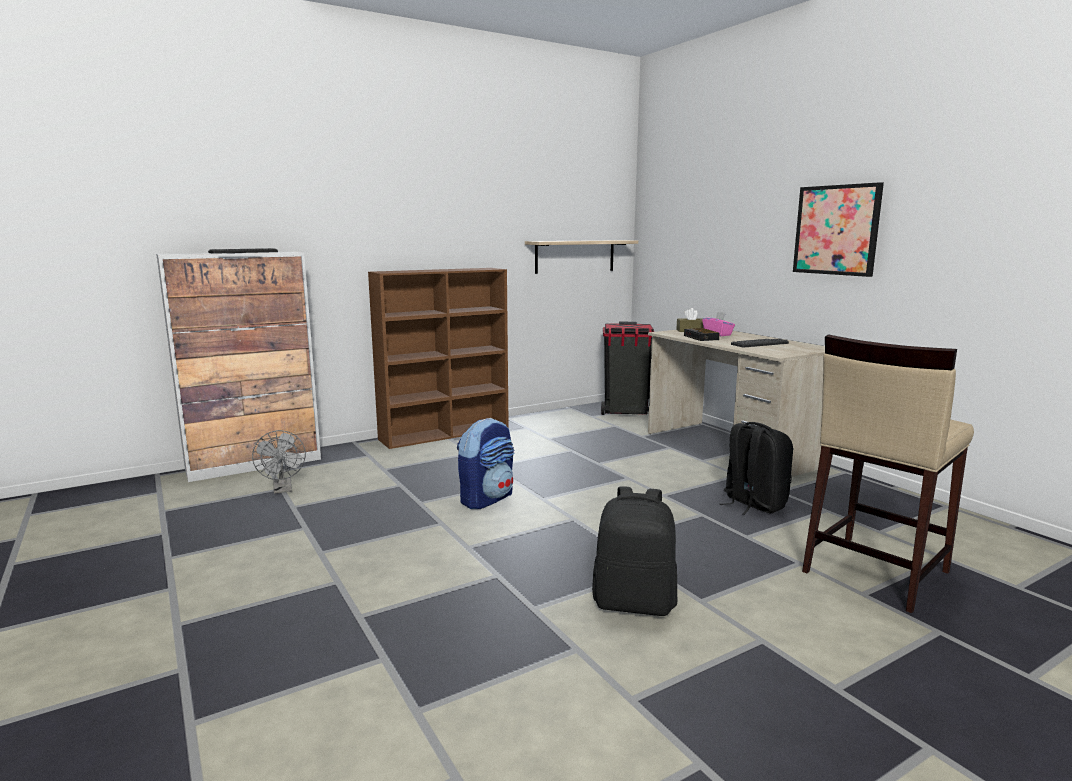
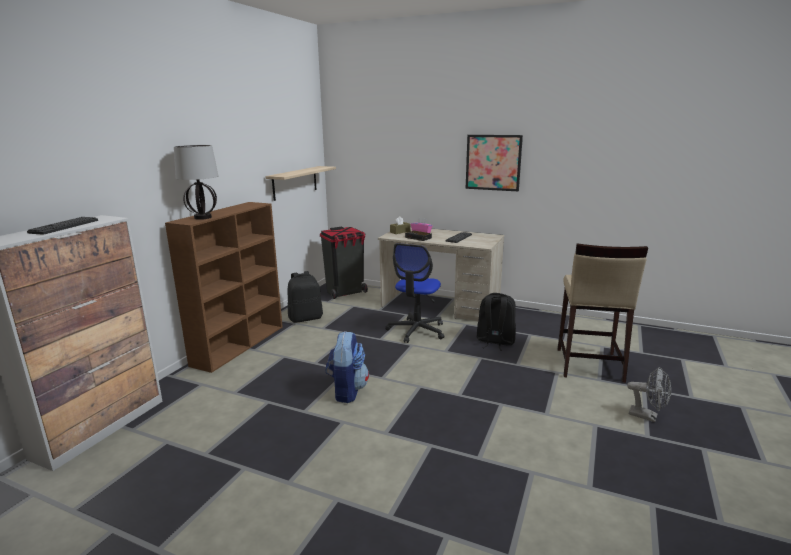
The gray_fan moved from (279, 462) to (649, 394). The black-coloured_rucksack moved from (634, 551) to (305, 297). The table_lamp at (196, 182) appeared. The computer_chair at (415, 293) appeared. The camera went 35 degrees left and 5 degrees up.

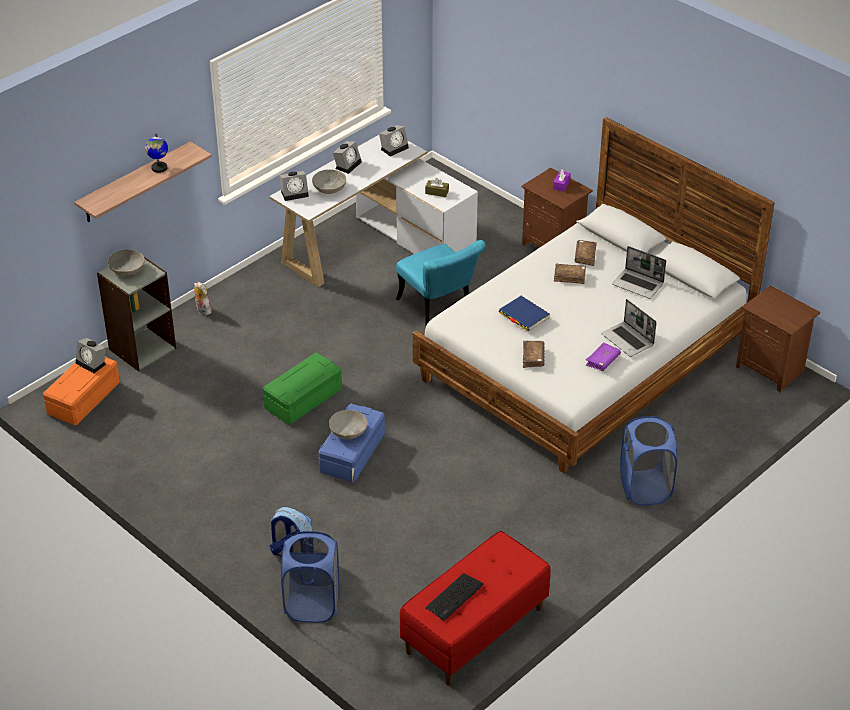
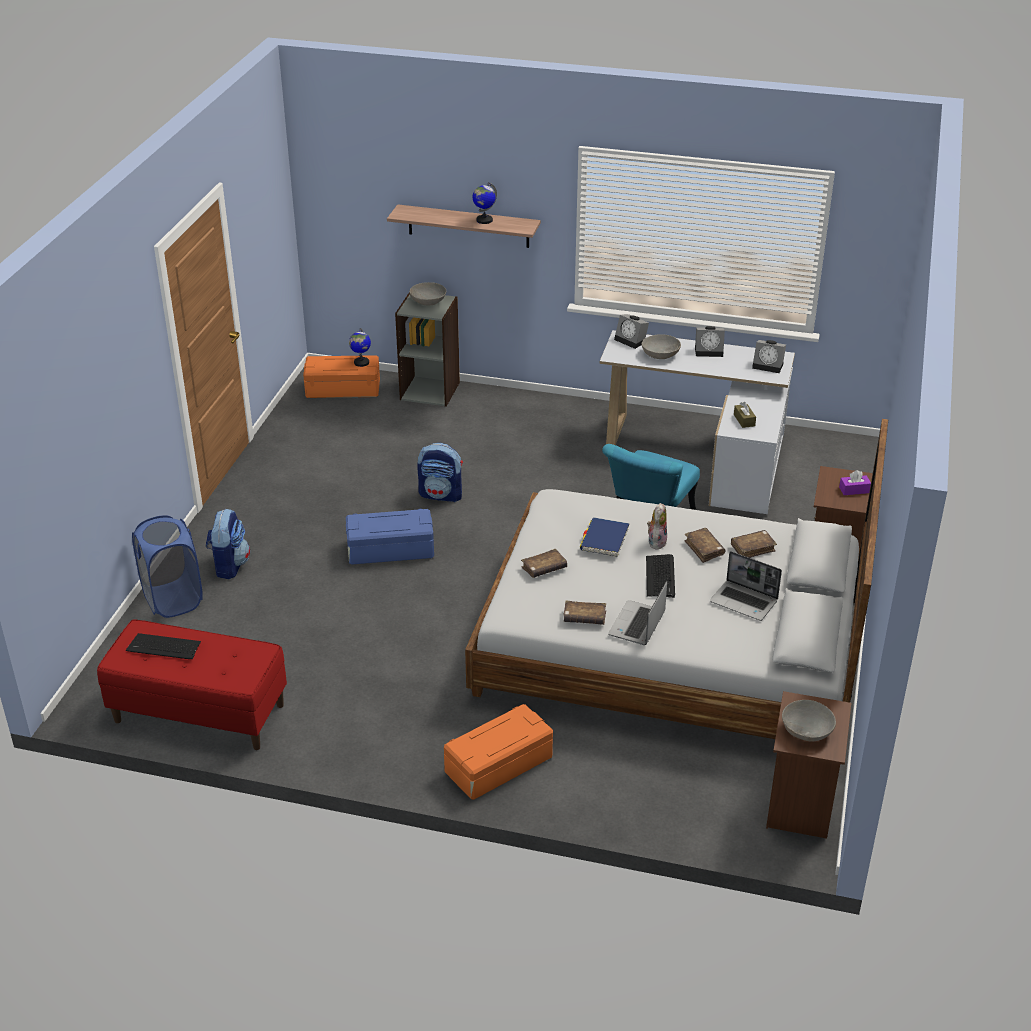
The notebook_computer at (639, 272) turned 60 degrees counterclockwise. The plush_toy moved from (203, 298) to (657, 526). The table_clock at (91, 355) was replaced by the desk_globe at (360, 347). The purple-coloured_volume at (603, 356) became the brown-coloured_volume at (585, 612). The green-coloured_storage_container at (302, 388) was replaced by the rucksack at (440, 472). The gray_serving_bowl moved from (348, 424) to (809, 720). The blue-coloured_laundry_basket at (648, 460) was replaced by the orange_storage_container at (498, 752). The computer_keyboard at (660, 576) appeared. The camera went 60 degrees right and 5 degrees down.

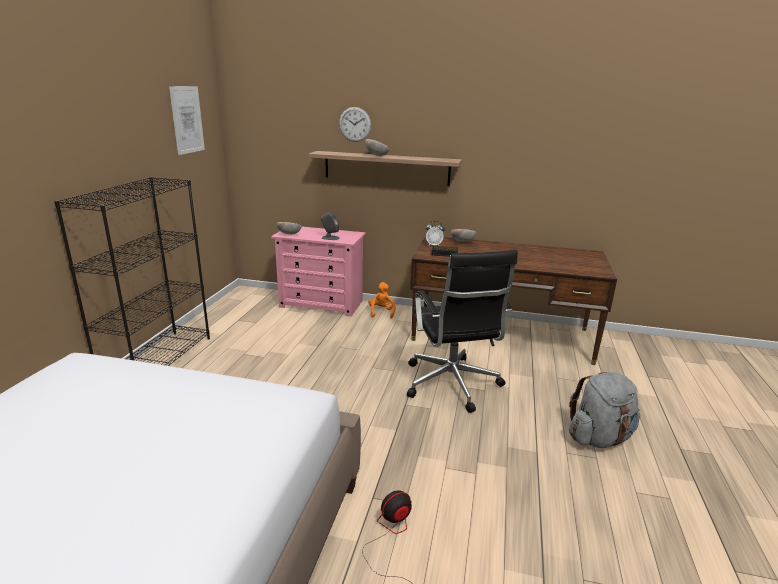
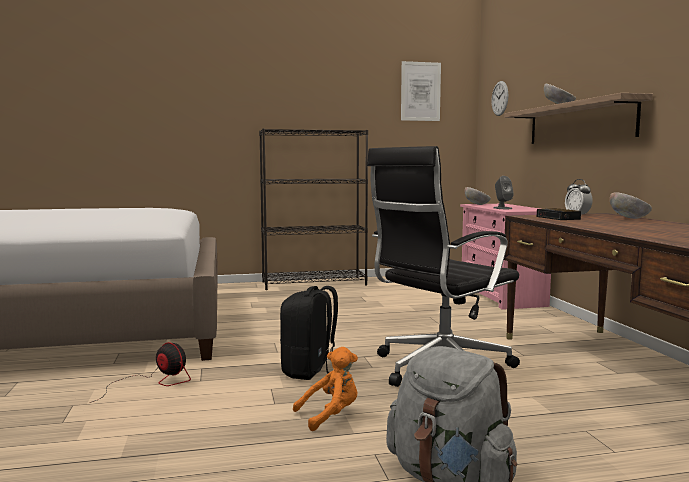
The clock_on_the_wall moved from (355, 124) to (499, 98). The orange_plush_toy moved from (382, 300) to (325, 389). The black-coloured_rucksack at (309, 333) appeared. The camera went 65 degrees right and 15 degrees down.

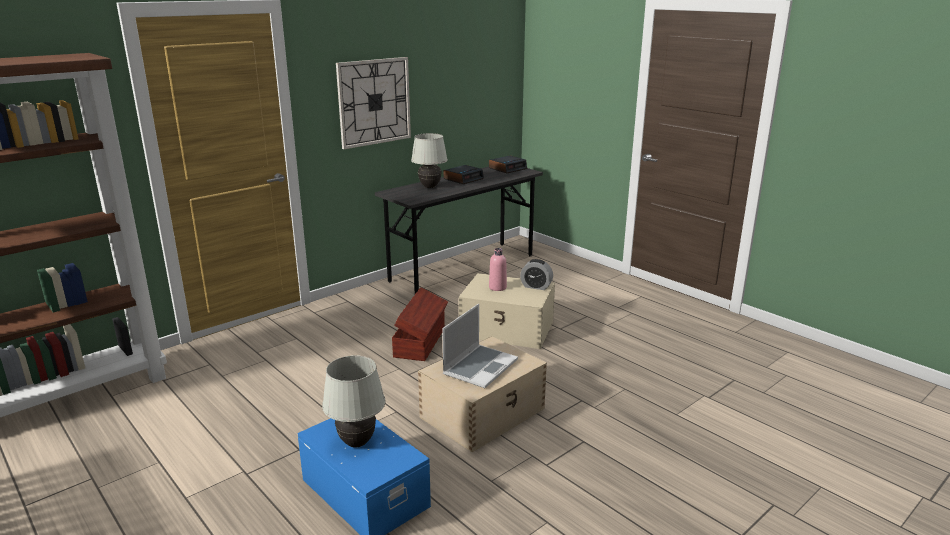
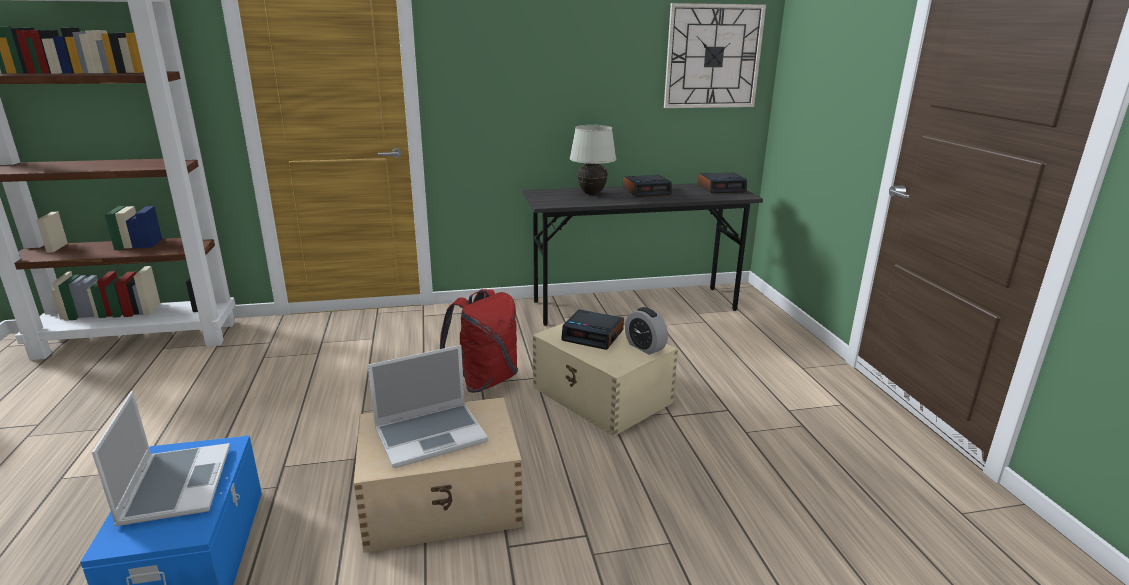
The clock_on_the_wall moved from (373, 103) to (715, 55). The pink_bottle at (498, 269) was replaced by the table_clock at (592, 329). The brown-coloured_storage_container at (420, 324) was replaced by the reddish_rucksack at (479, 341). The white_table_lamp at (353, 401) was replaced by the notebook_computer at (161, 458). The camera went 30 degrees right and 0 degrees up.

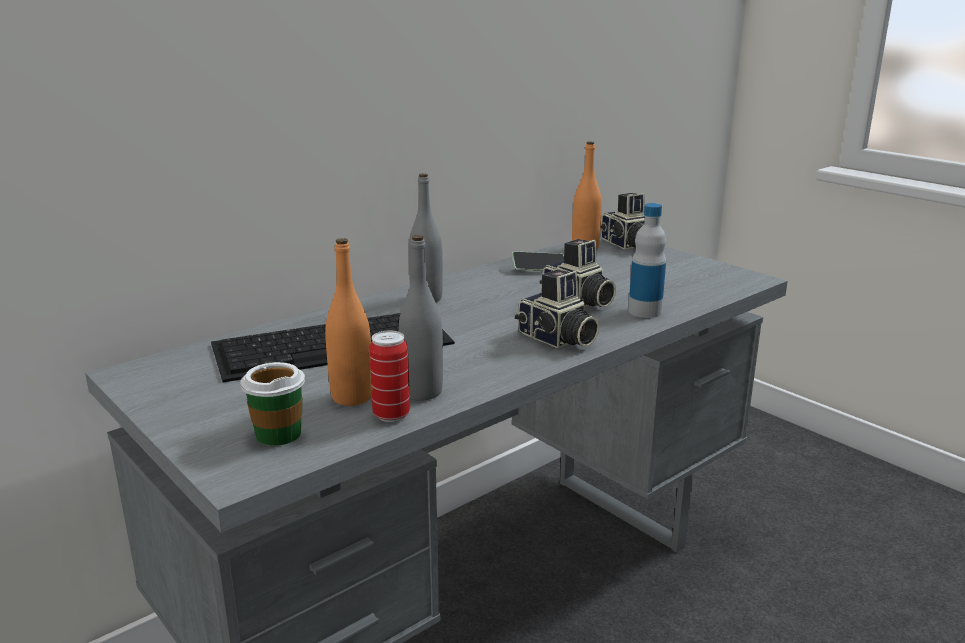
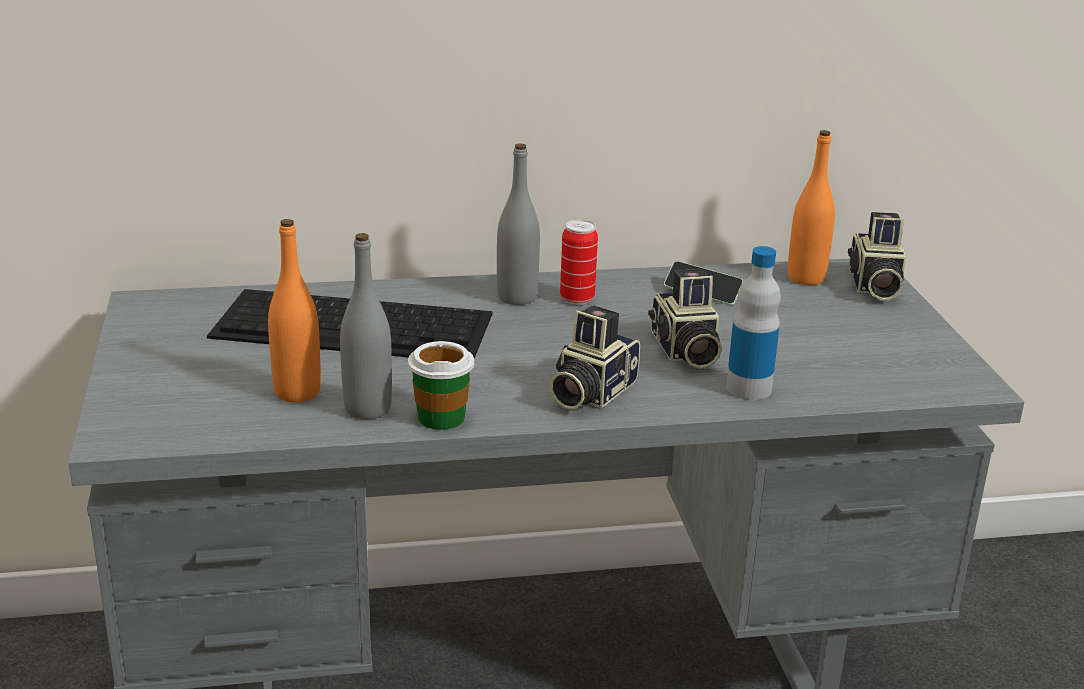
The still_camera at (557, 309) turned 45 degrees clockwise. The metal_can moved from (389, 376) to (579, 262). The small_cup moved from (272, 404) to (441, 385). The camera went 30 degrees right and 5 degrees up.

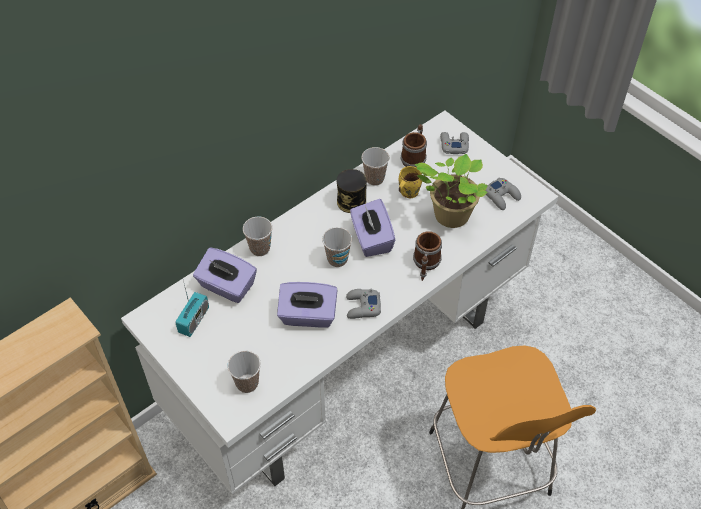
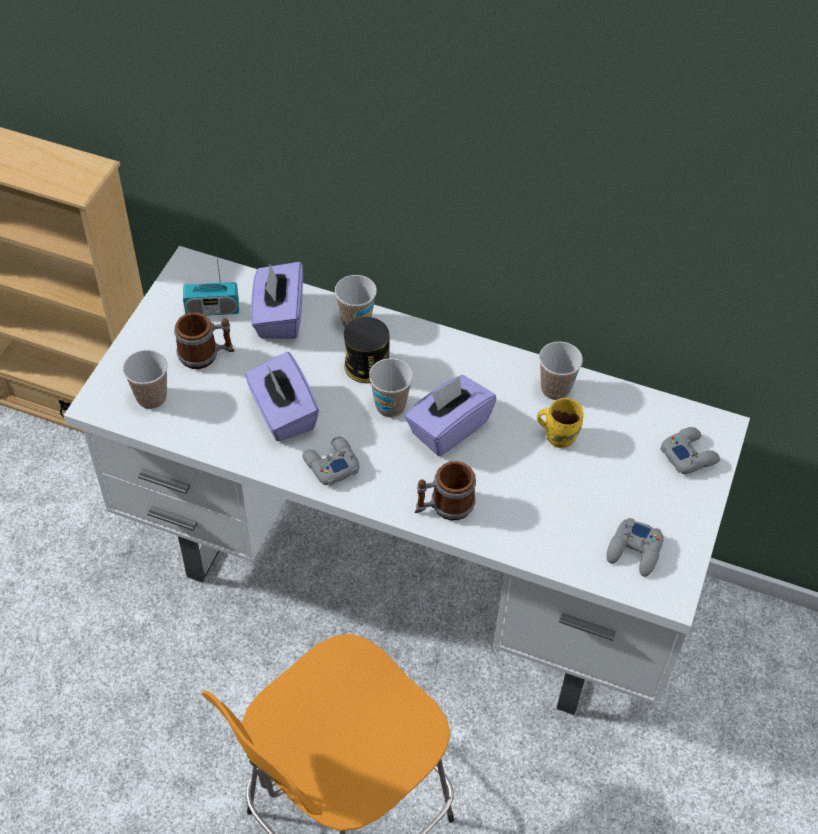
The mug moved from (414, 146) to (204, 340). The plant_in_a_pot at (451, 191) disappeared. The metal_can moved from (352, 191) to (367, 350). The camera went 60 degrees right and 0 degrees up.

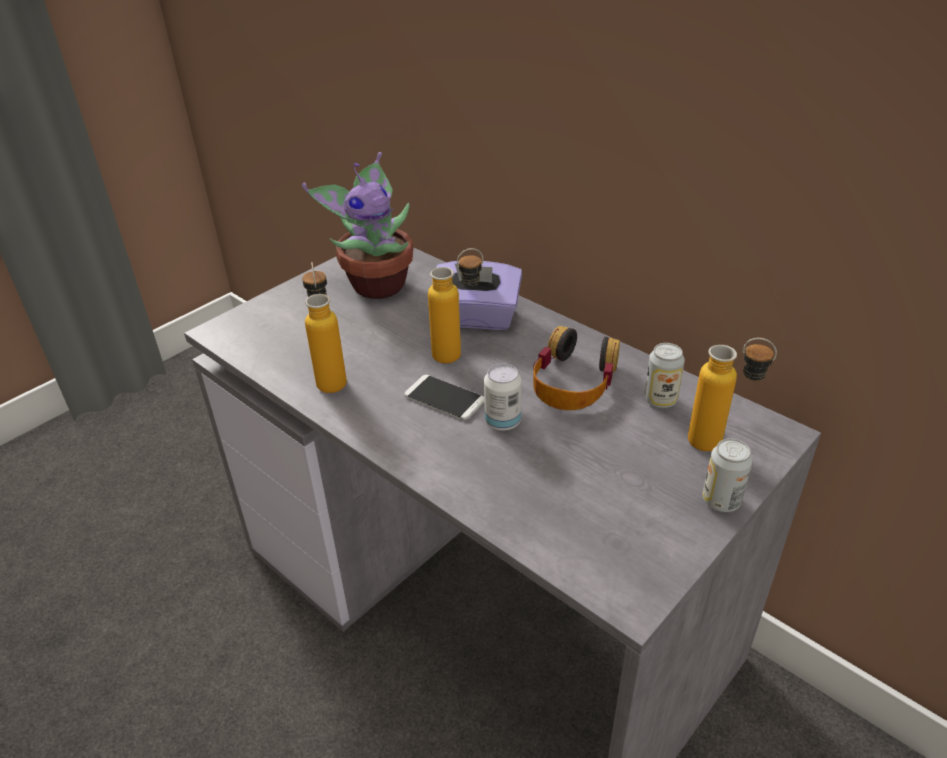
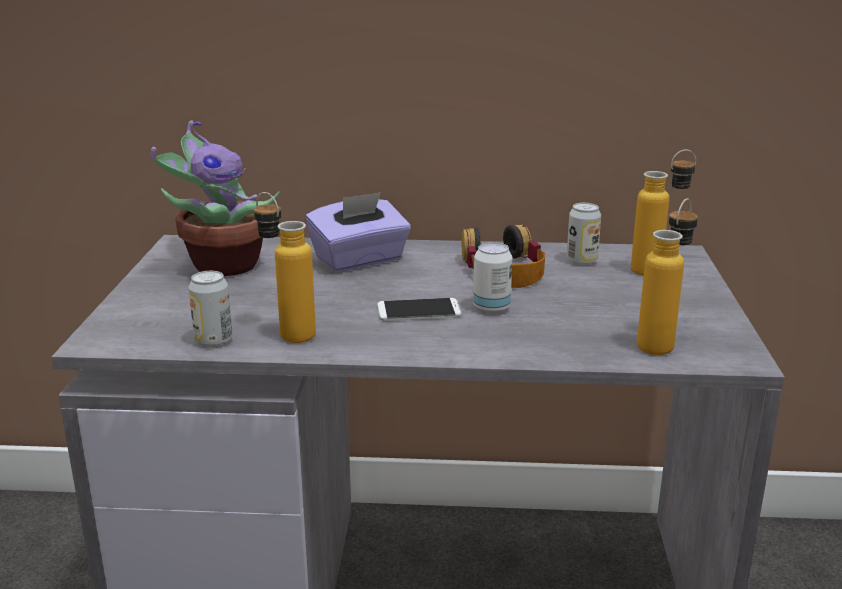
The bottle moved from (455, 306) to (667, 276). The metal_can moved from (728, 475) to (210, 309). The camera went 40 degrees left and 15 degrees down.

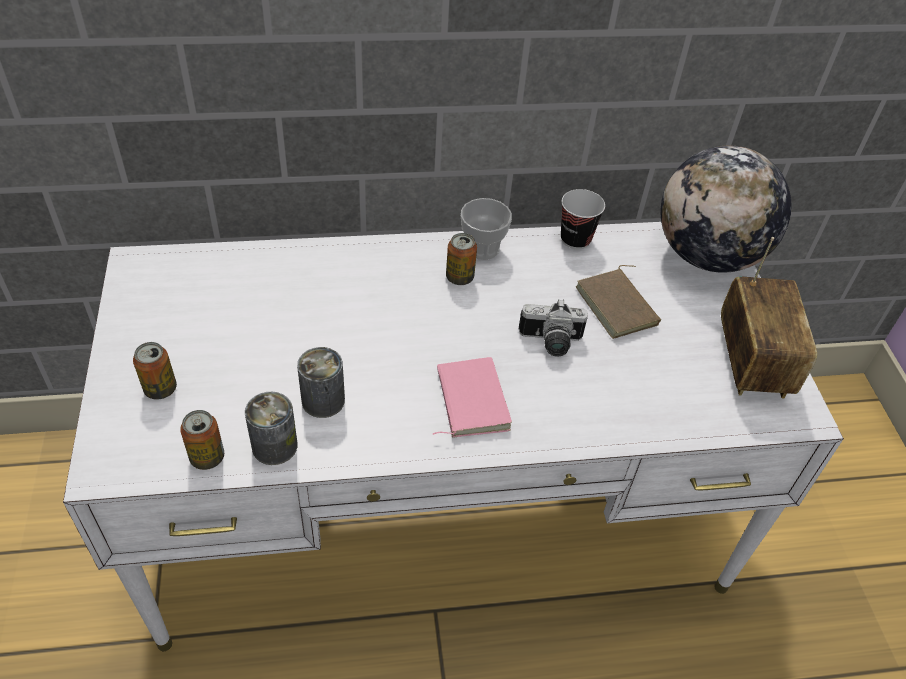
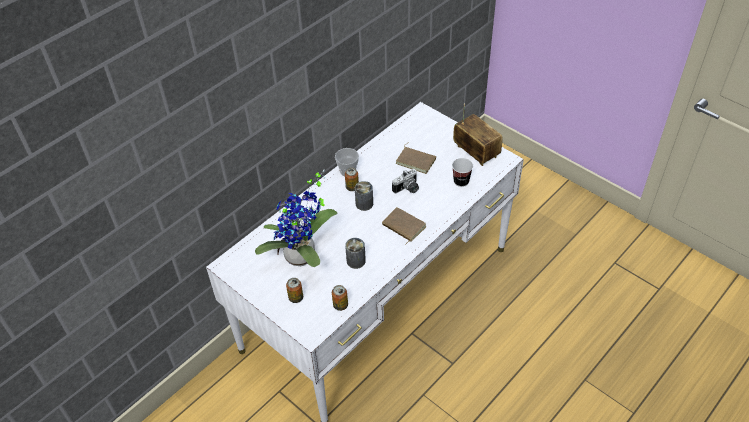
The desk_globe at (726, 209) disappeared. The small_cup moved from (583, 219) to (462, 172). The pink_volume at (472, 397) became the brown-coloured_volume at (404, 226). The metal_can moved from (271, 428) to (364, 196). The plant_in_a_pot at (296, 218) appeared. The camera went 35 degrees left and 0 degrees up.

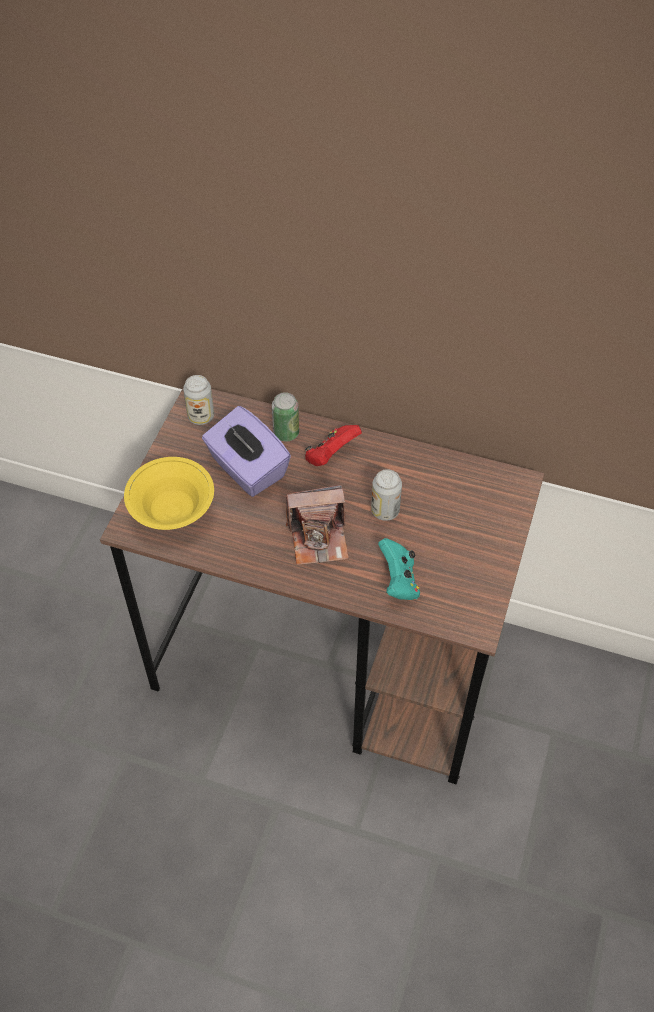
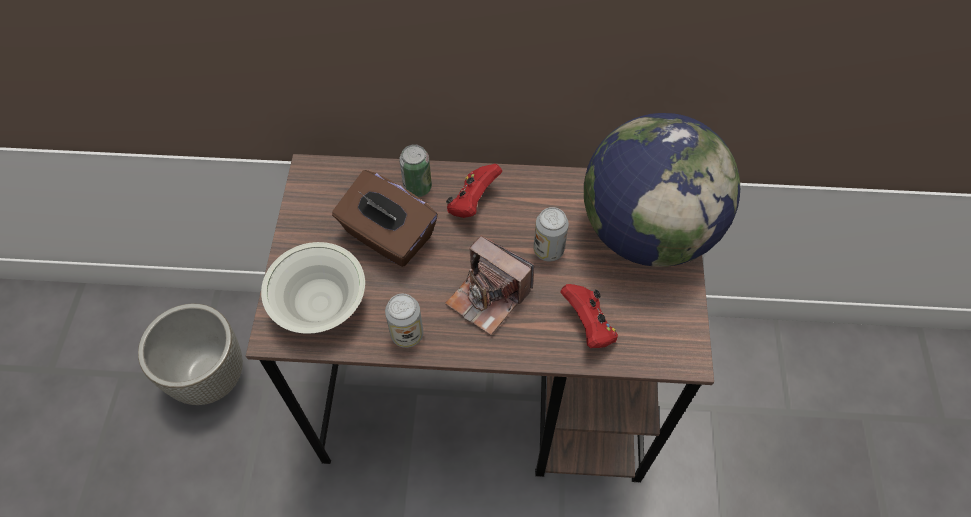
The metal_can moved from (198, 400) to (404, 321). The purple-coloured_box_of_tissues at (246, 451) became the brown-coloured_box_of_tissues at (385, 218). The yellowish_serving_bowl at (169, 493) became the white_serving_bowl at (313, 288). The still_camera at (317, 525) turned 60 degrees clockwise. The blue-green_game_controller at (399, 569) became the reddish_game_controller at (589, 316). The desk_globe at (662, 190) appeared. The gray_flower_pot at (190, 354) appeared. The camera went 15 degrees left and 5 degrees up.

